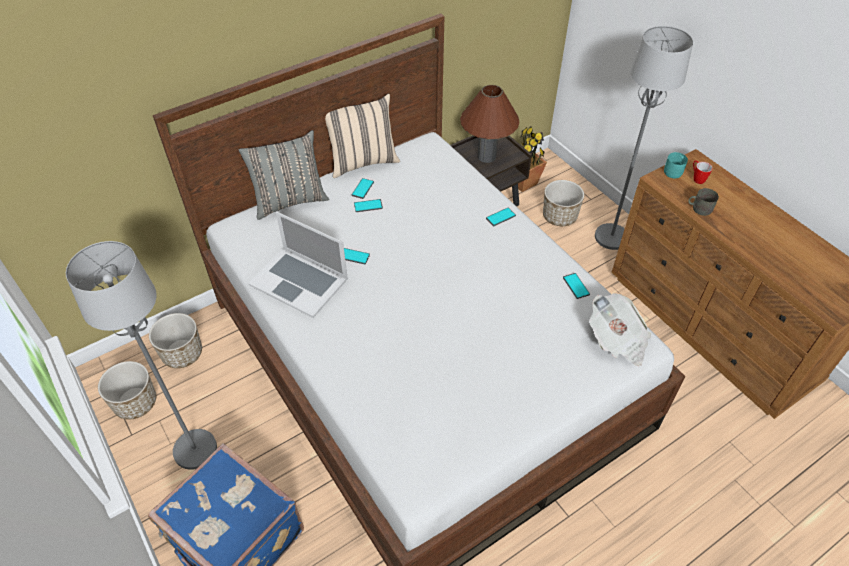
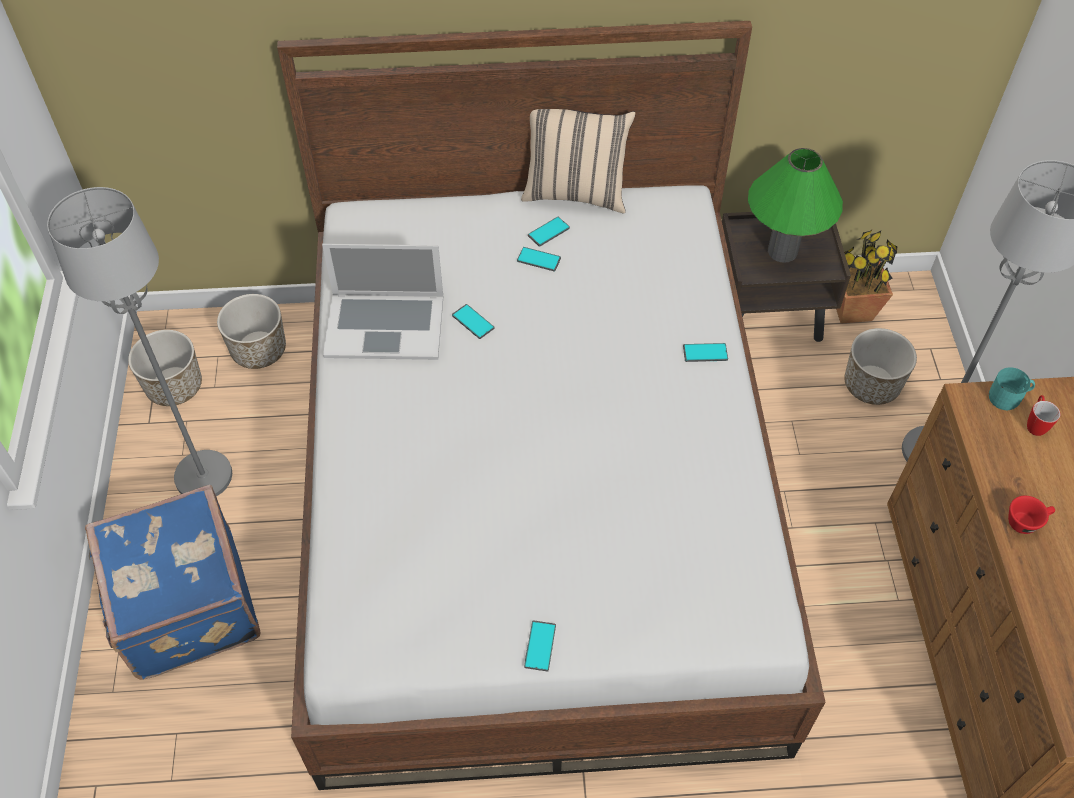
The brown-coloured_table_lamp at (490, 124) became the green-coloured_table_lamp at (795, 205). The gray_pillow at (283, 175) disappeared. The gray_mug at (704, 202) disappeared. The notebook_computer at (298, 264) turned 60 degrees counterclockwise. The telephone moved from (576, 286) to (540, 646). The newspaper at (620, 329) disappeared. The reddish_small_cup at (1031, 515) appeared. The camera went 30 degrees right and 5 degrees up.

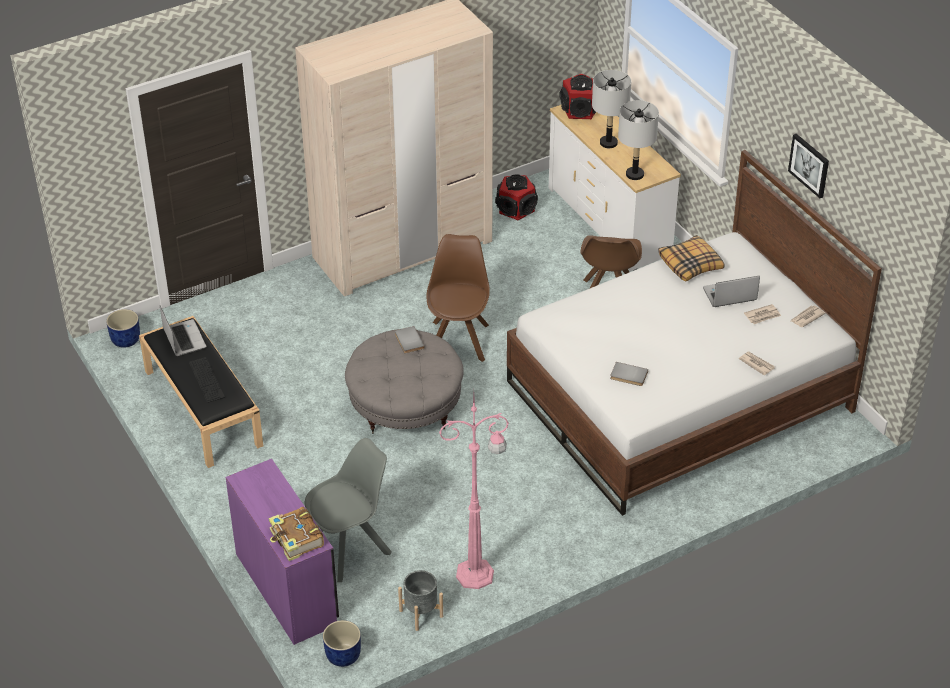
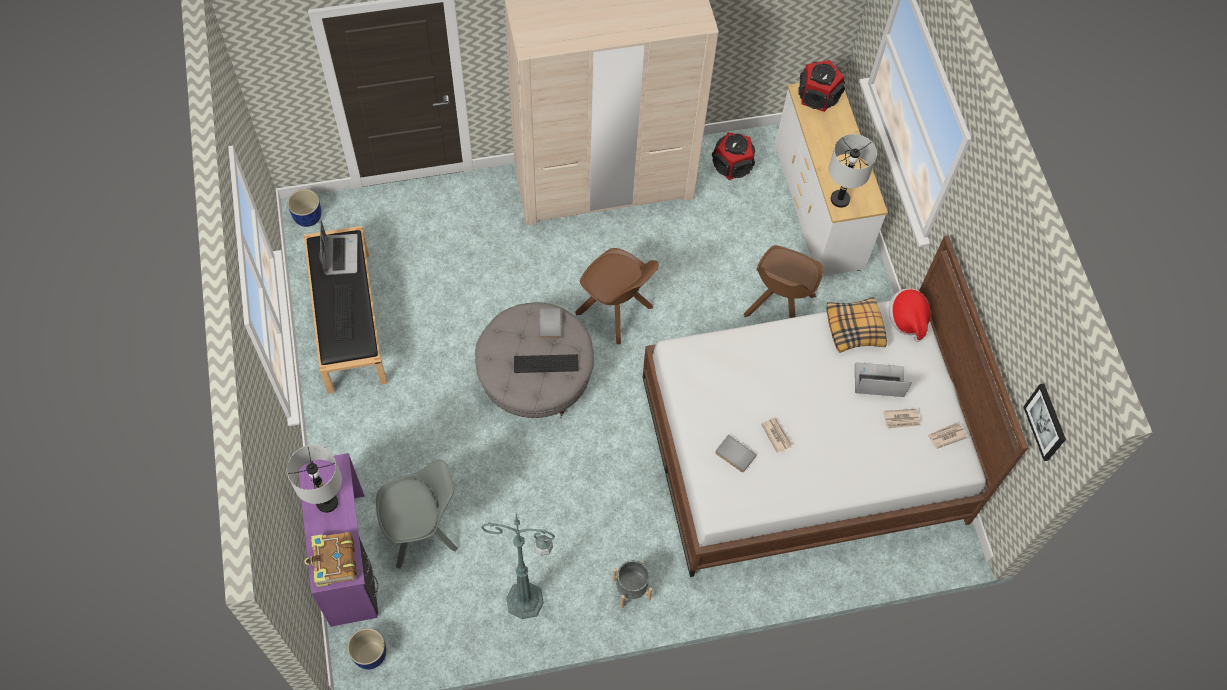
The gray_table_lamp moved from (611, 109) to (314, 479). The wall_picture moved from (808, 166) to (1044, 422). The brown-coloured_chair at (458, 298) turned 105 degrees clockwise. The newspaper moved from (757, 364) to (777, 435). The pink_standard_lamp at (474, 491) became the green-coloured_standard_lamp at (518, 566). The gray_flower_pot moved from (420, 600) to (632, 584). The hat at (910, 315) appeared. The computer_keyboard at (546, 363) appeared. The camera went 15 degrees right and 20 degrees up.

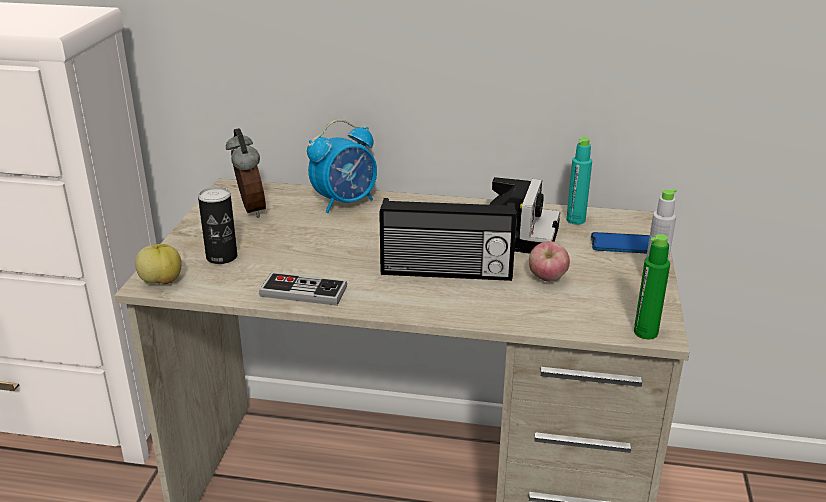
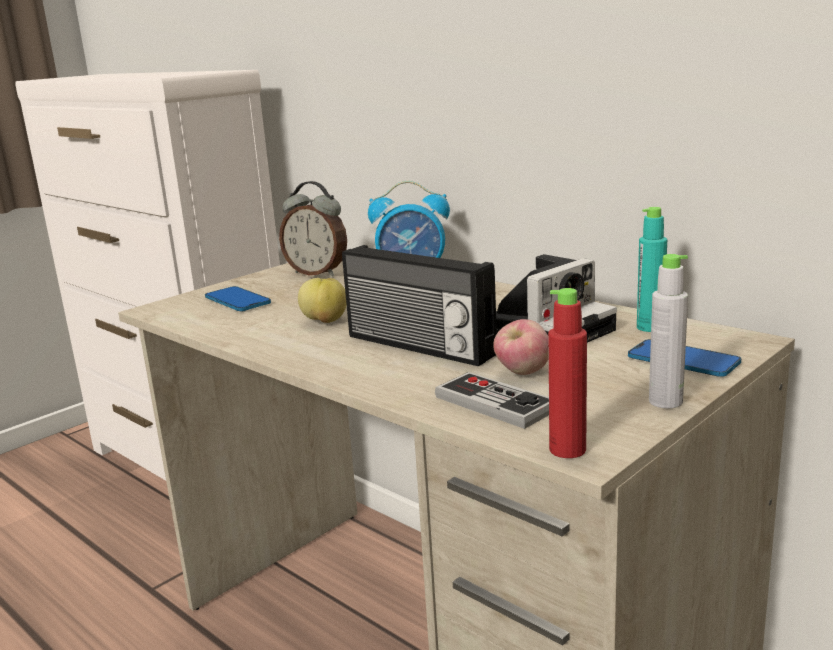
The table_clock at (246, 173) turned 105 degrees clockwise. The metal_can at (217, 225) was replaced by the telephone at (238, 299). The green-coloured_bottle at (652, 286) became the reddish_bottle at (567, 373). The apple_fruit moved from (158, 264) to (322, 300). The game_controller moved from (303, 289) to (492, 400). The camera went 35 degrees right and 10 degrees down.

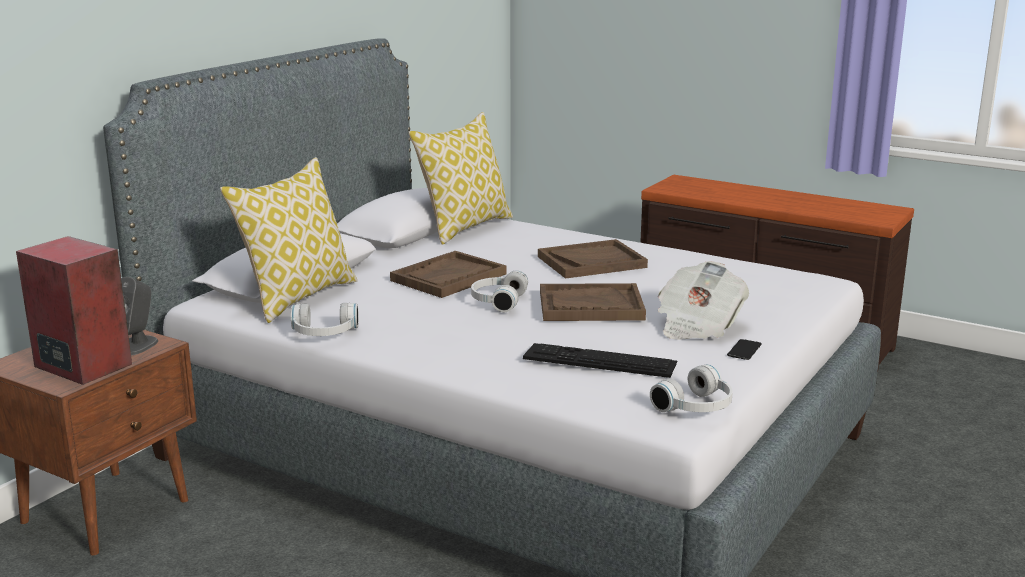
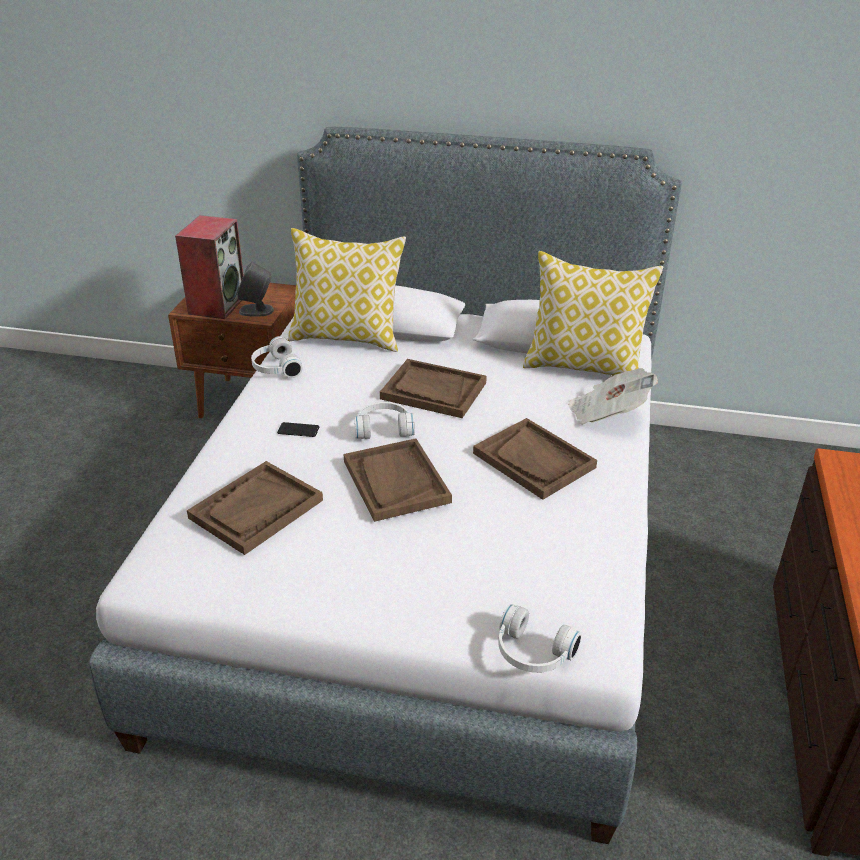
The newspaper moved from (703, 300) to (613, 396). The telephone moved from (744, 349) to (298, 429). The computer_keyboard at (600, 360) was replaced by the brown-coloured_tray at (255, 508). The white_pair_of_headphones moved from (691, 388) to (540, 638). The camera went 70 degrees right and 15 degrees up.

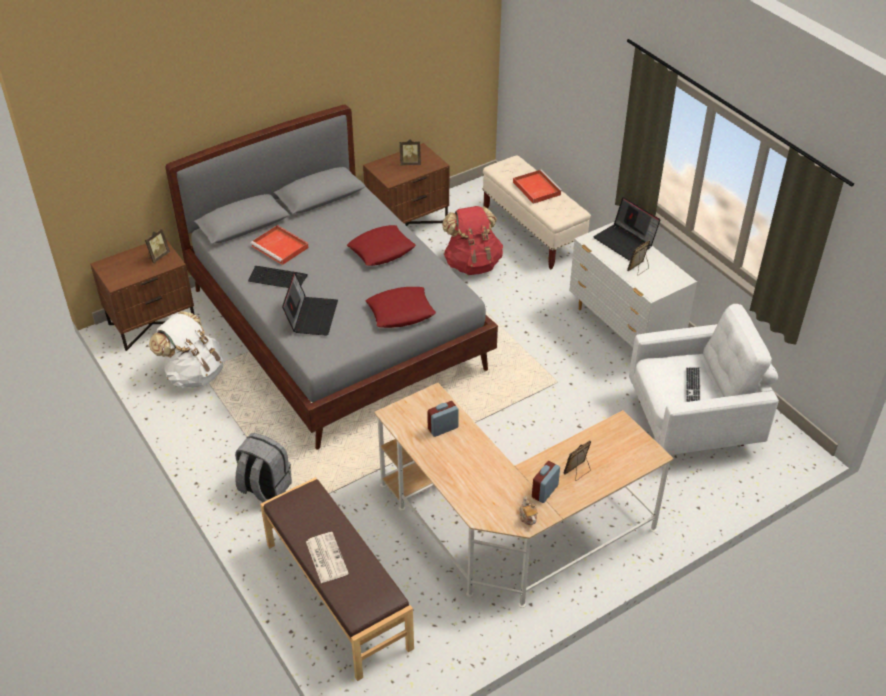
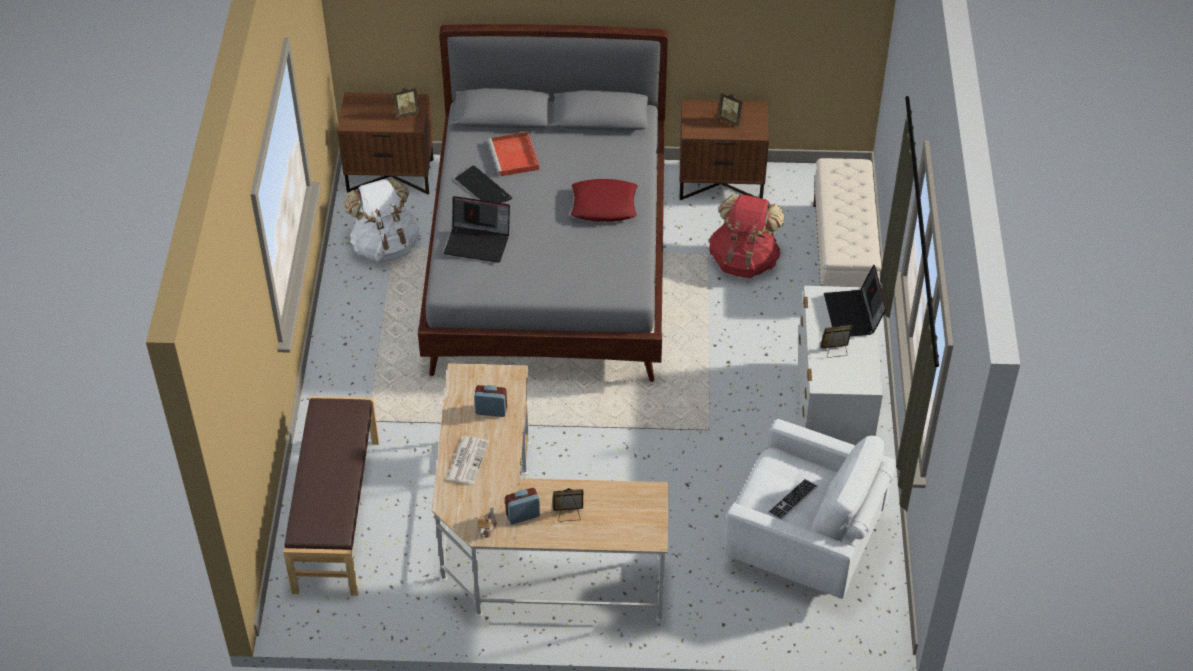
The reddish_tray at (537, 187) disappeared. The notebook_computer at (310, 304) turned 60 degrees clockwise. The reddish_pillow at (401, 307) disappeared. The gray_rucksack at (263, 467) disappeared. The newspaper moved from (327, 557) to (467, 460). The camera went 35 degrees right and 5 degrees up.

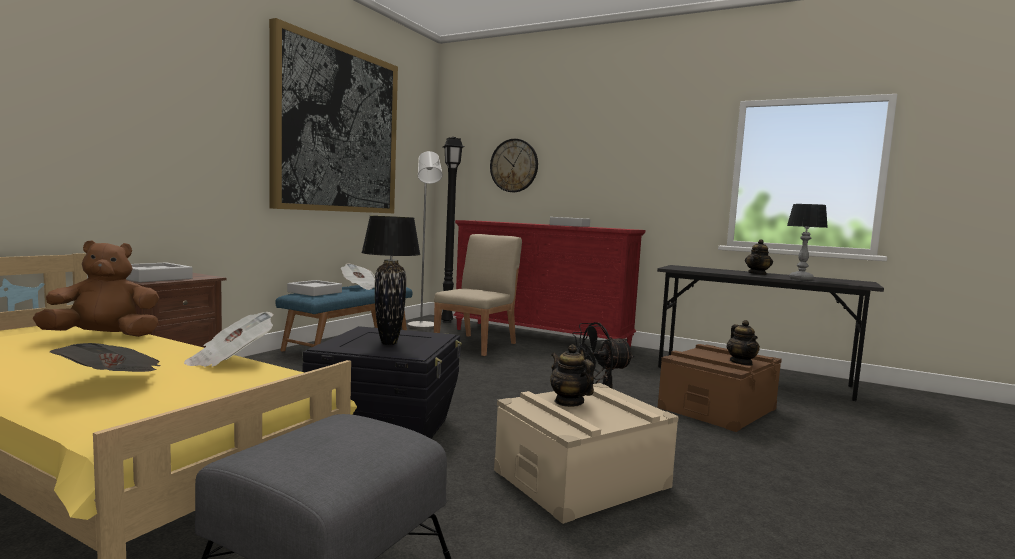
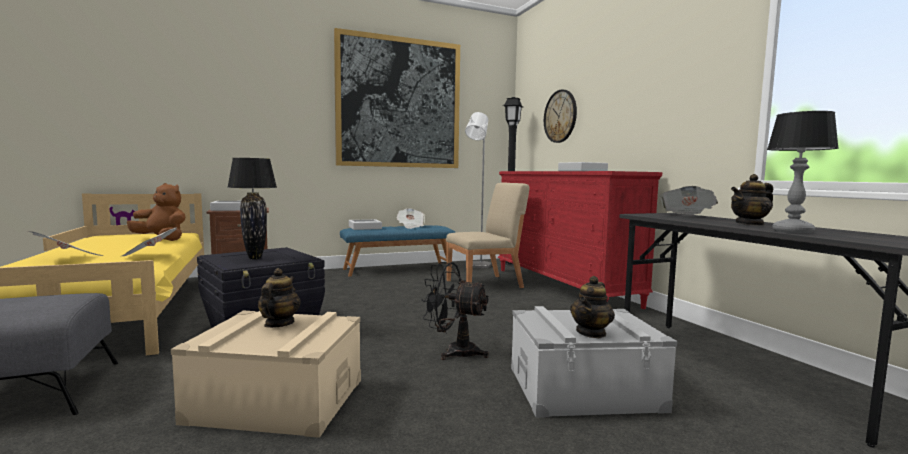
The brown-coloured_storage_container at (719, 388) became the gray_storage_container at (594, 362). The newspaper at (689, 200) appeared. The camera went 40 degrees right and 0 degrees up.

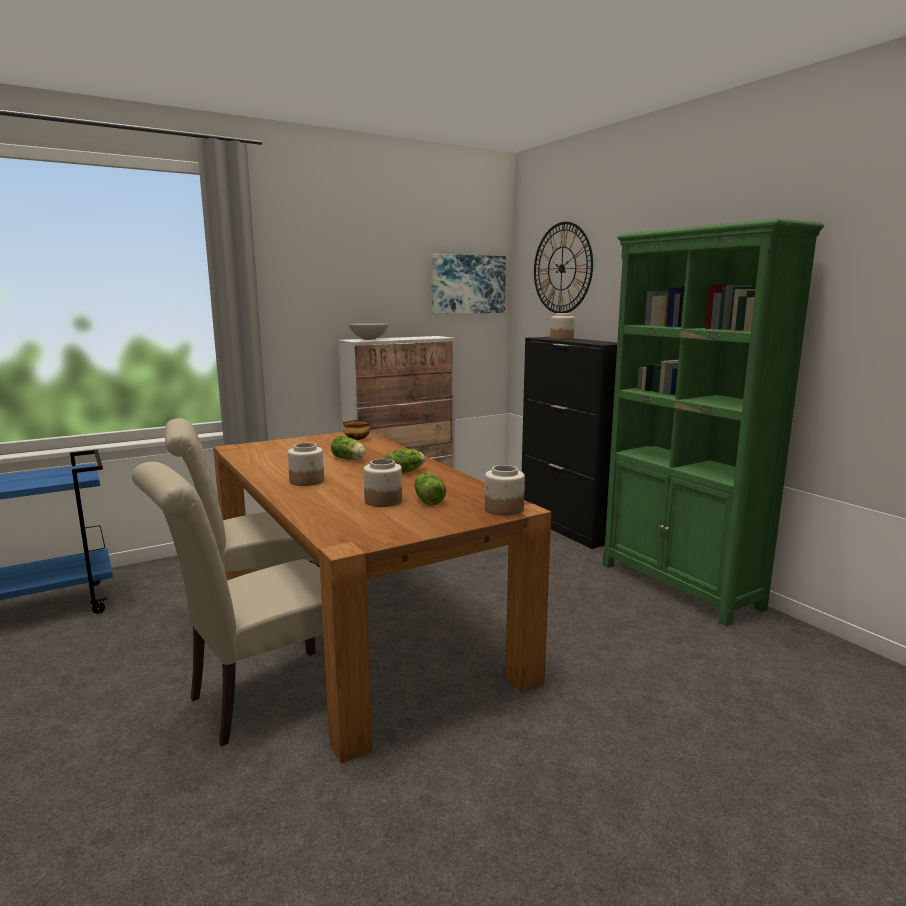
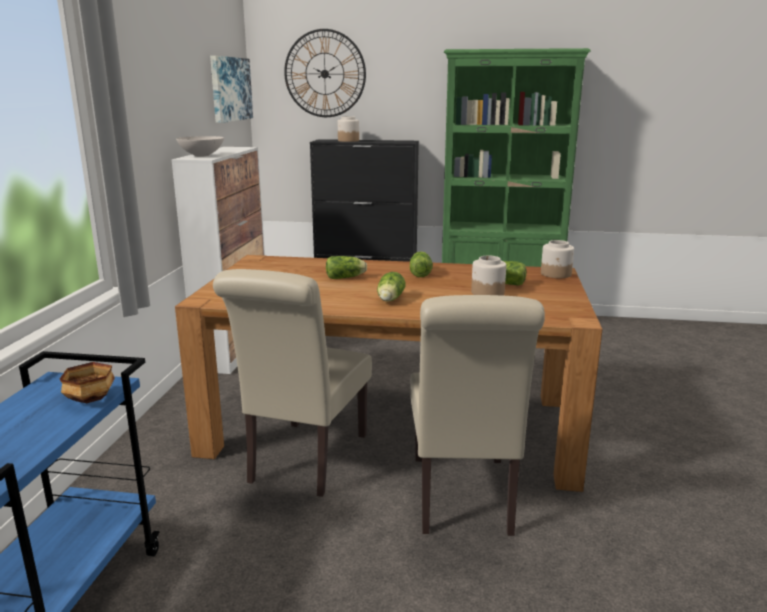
The serving_bowl moved from (356, 430) to (87, 382). The jar at (306, 464) was replaced by the head_of_lettuce at (391, 287). The camera went 50 degrees left and 5 degrees up.

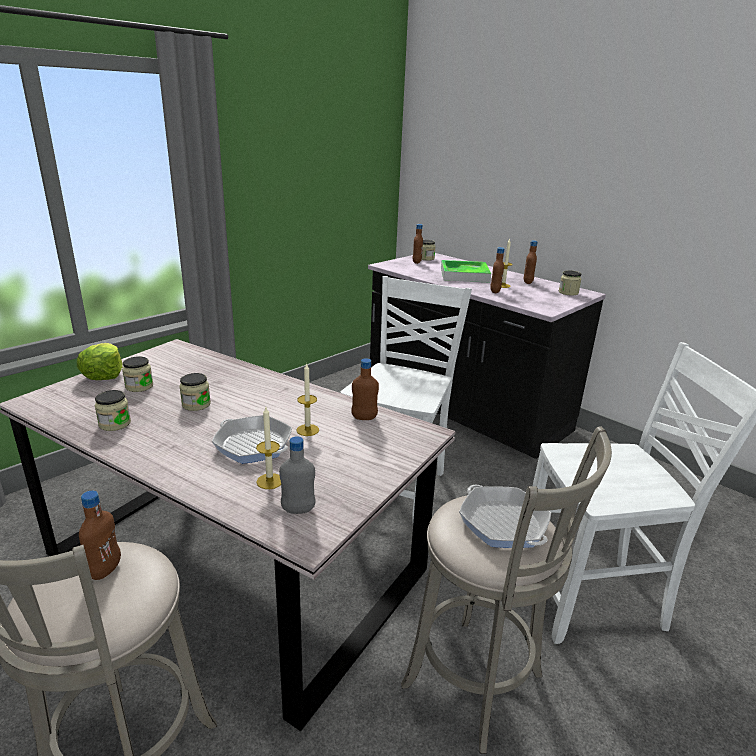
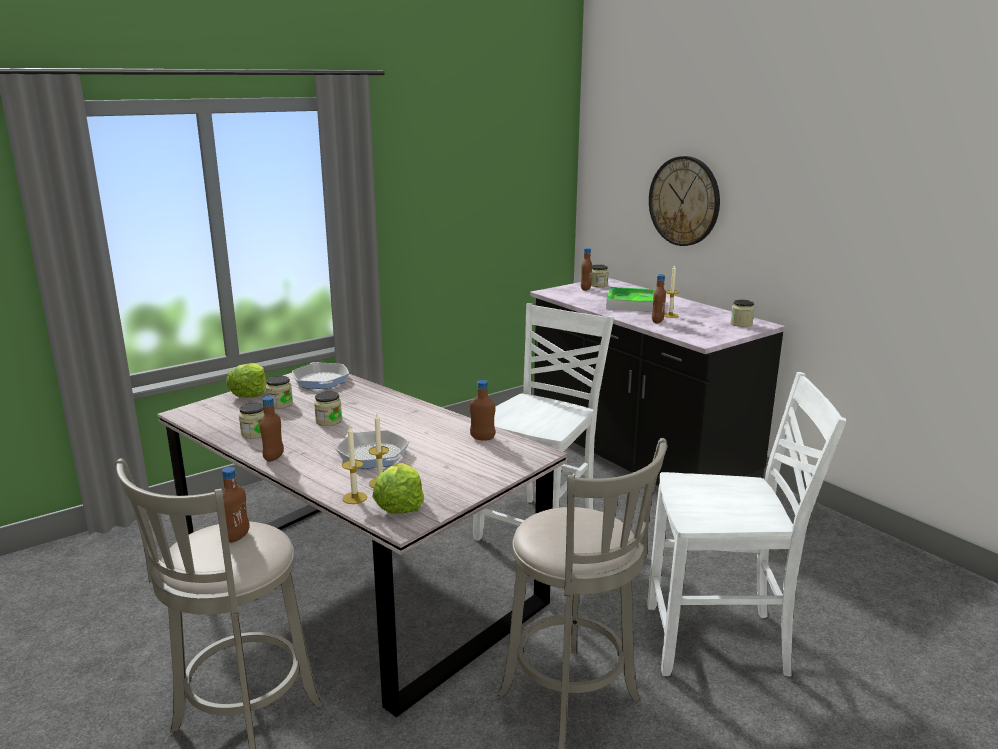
The brown-coloured_bottle moved from (531, 262) to (272, 429). The candle moved from (308, 399) to (354, 465). The gray_bottle at (297, 475) was replaced by the head_of_lettuce at (398, 488). The skillet moved from (505, 516) to (320, 375). The clock_on_the_wall at (684, 201) appeared. The camera went 10 degrees right and 5 degrees down.

